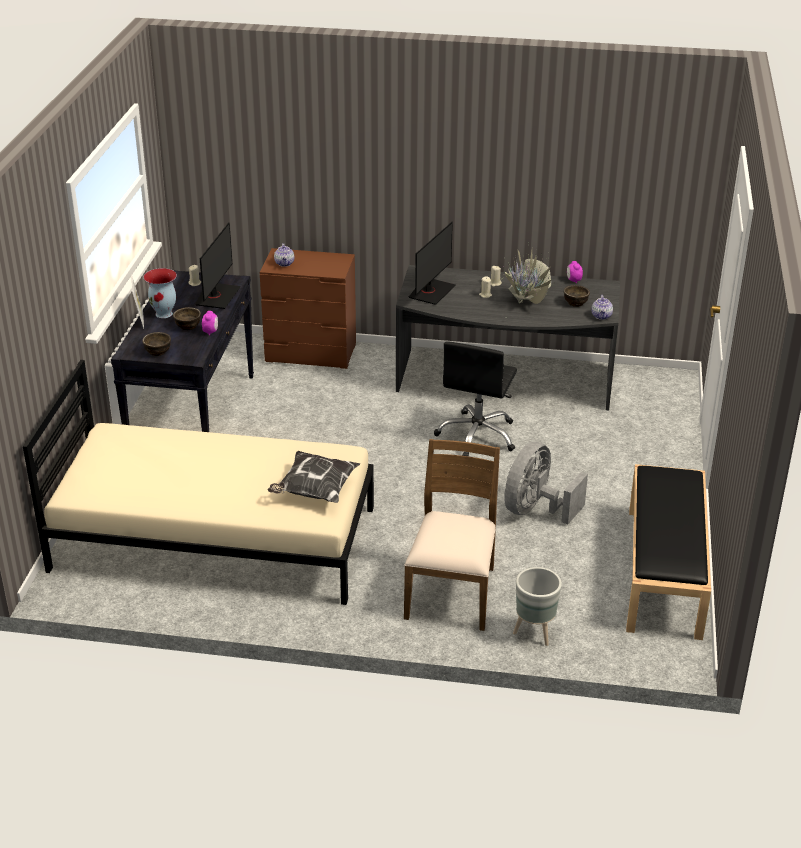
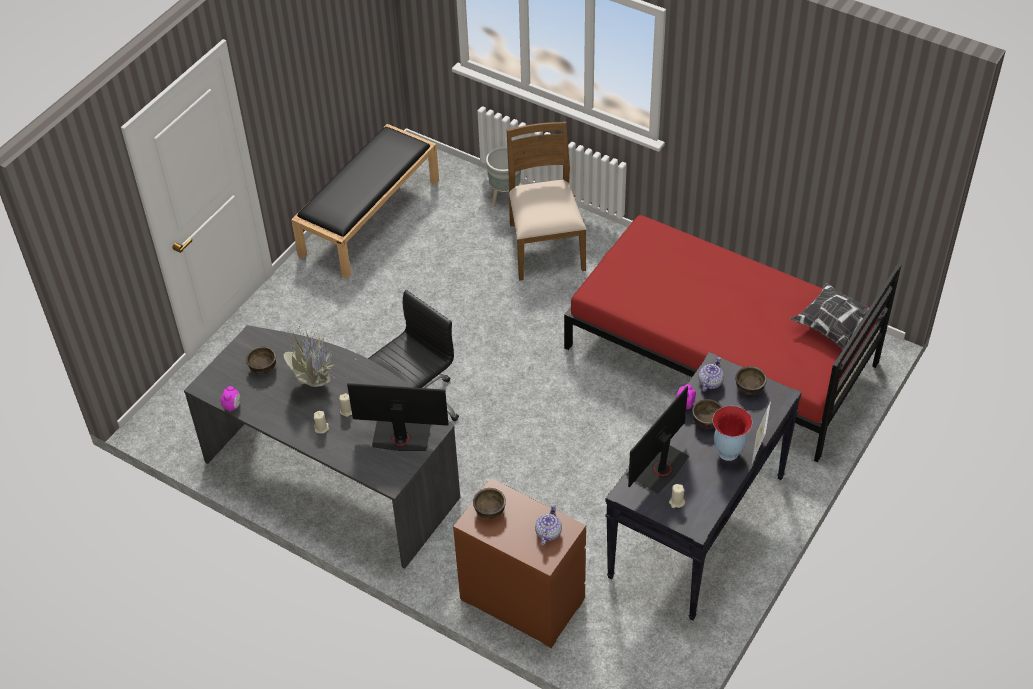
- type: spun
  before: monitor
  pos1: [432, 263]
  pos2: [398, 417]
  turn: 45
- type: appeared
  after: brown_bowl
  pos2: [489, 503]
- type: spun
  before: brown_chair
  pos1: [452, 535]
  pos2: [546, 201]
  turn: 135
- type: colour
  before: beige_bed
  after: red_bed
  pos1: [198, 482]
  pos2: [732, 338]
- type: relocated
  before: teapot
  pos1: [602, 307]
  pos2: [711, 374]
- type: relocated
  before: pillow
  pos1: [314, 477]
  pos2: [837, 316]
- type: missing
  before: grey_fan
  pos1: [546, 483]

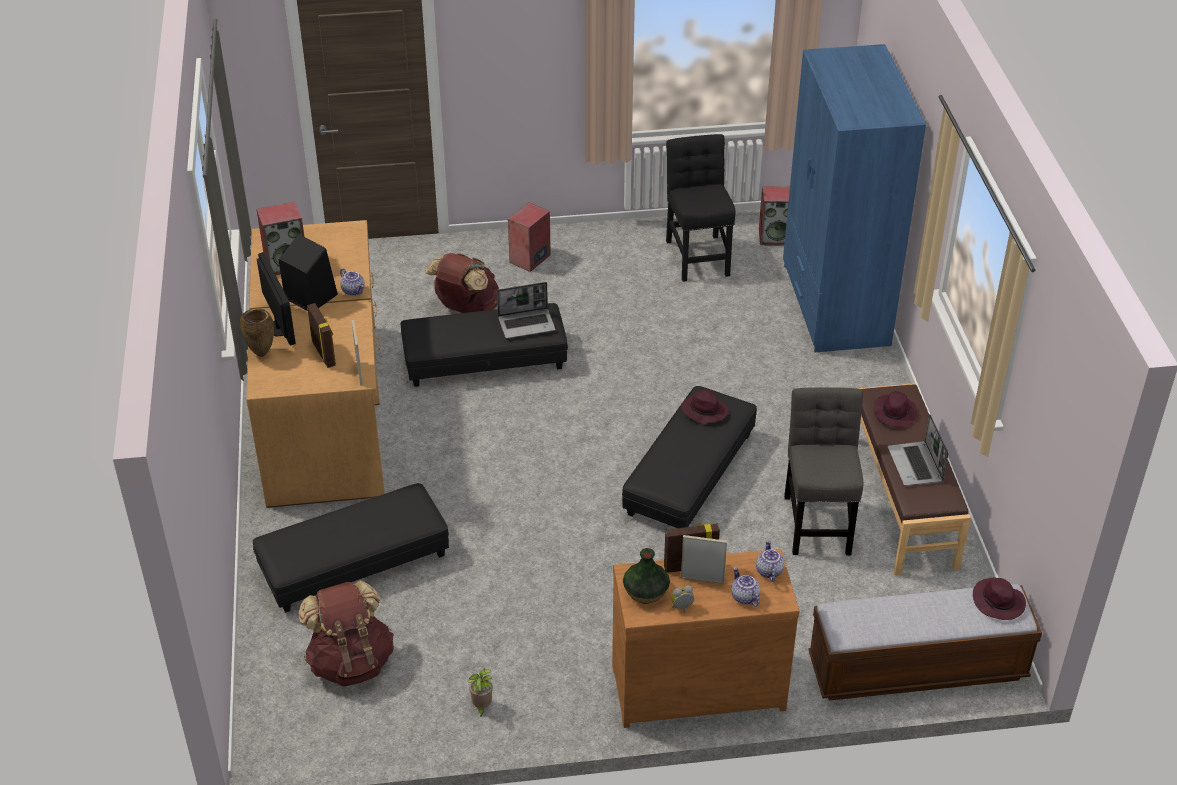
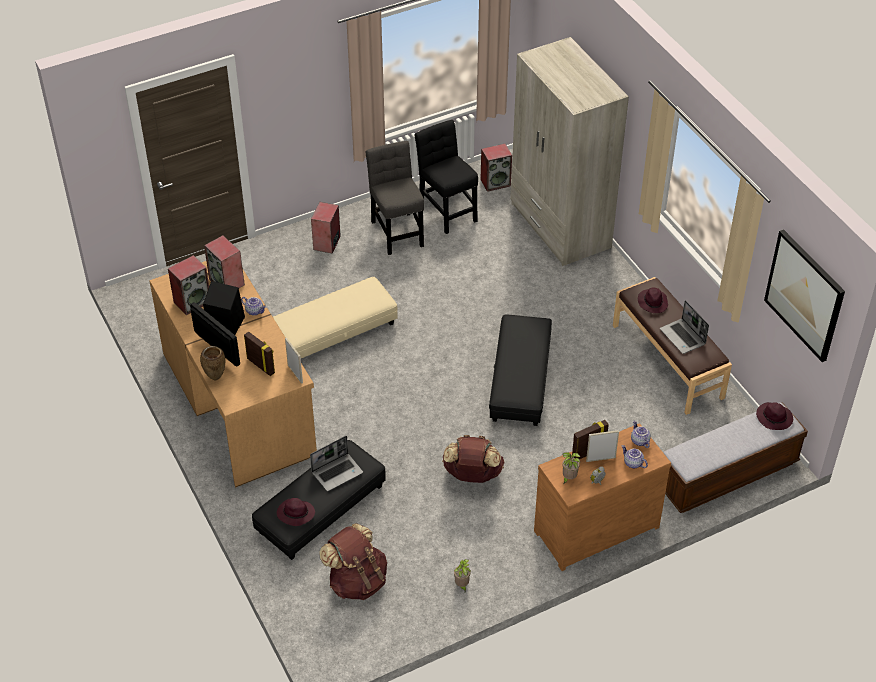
- type: appeared
  after: speaker
  pos2: [224, 261]
- type: colour
  before: black_ottoman
  after: beige_ottoman
  pos1: [484, 345]
  pos2: [335, 317]
- type: relocated
  before: purple_hat
  pos1: [704, 407]
  pos2: [296, 512]
- type: relocated
  before: laptop
  pos1: [526, 310]
  pos2: [336, 463]
- type: relocated
  before: grey_chair
  pos1: [823, 471]
  pos2: [395, 198]
- type: relocated
  before: brown_backpack
  pos1: [462, 283]
  pos2: [473, 459]
- type: colour
  before: blue_wardrobe
  after: beige_wardrobe
  pos1: [854, 198]
  pos2: [569, 151]
- type: exchanged
  before: vase
  after: potted_plant
  pos1: [646, 576]
  pos2: [571, 468]
- type: appeared
  after: picture
  pos2: [804, 295]

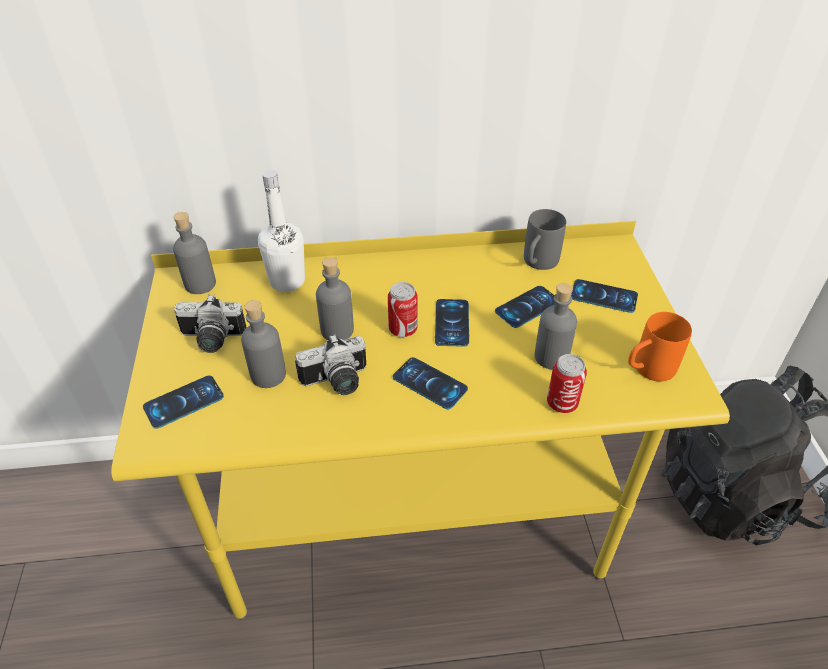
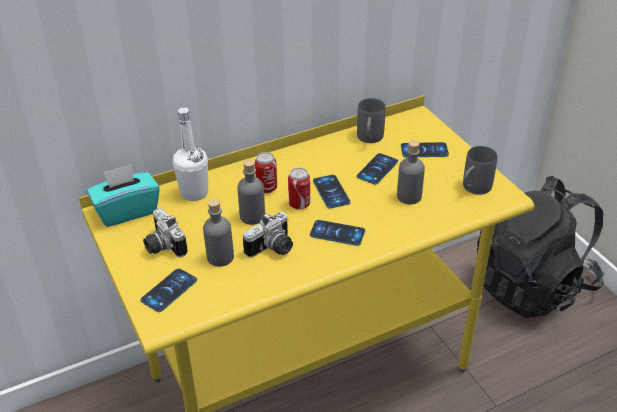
- type: exchanged
  before: grey_bottle
  after: turquoise_tissue_box
  pos1: [194, 253]
  pos2: [123, 195]
- type: spun
  before: photo_camera
  pos1: [210, 323]
  pos2: [165, 232]
  turn: 75
- type: relocated
  before: can
  pos1: [567, 383]
  pos2: [266, 172]
- type: colour
  before: orange_mug
  after: grey_mug
  pos1: [660, 347]
  pos2: [480, 170]

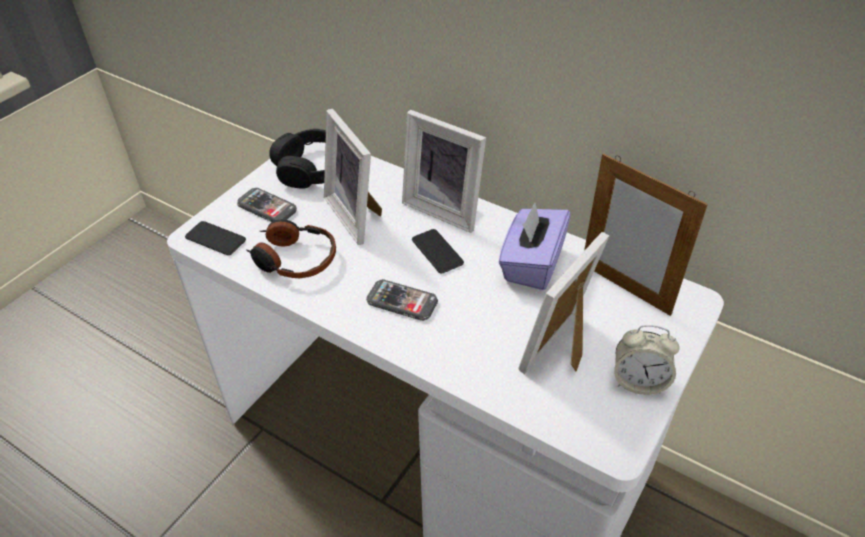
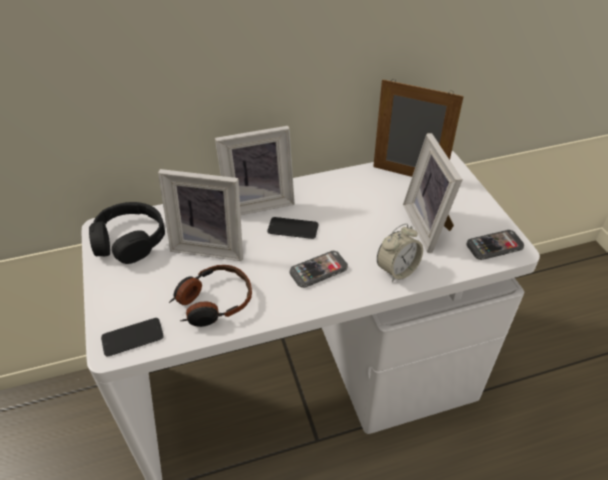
- type: spun
  before: picture_frame
  pos1: [646, 235]
  pos2: [418, 128]
  turn: -150
- type: relocated
  before: alarm_clock
  pos1: [646, 360]
  pos2: [400, 252]
- type: relocated
  before: phone
  pos1: [267, 205]
  pos2: [495, 245]
- type: missing
  before: purple_tissue_box
  pos1: [535, 246]

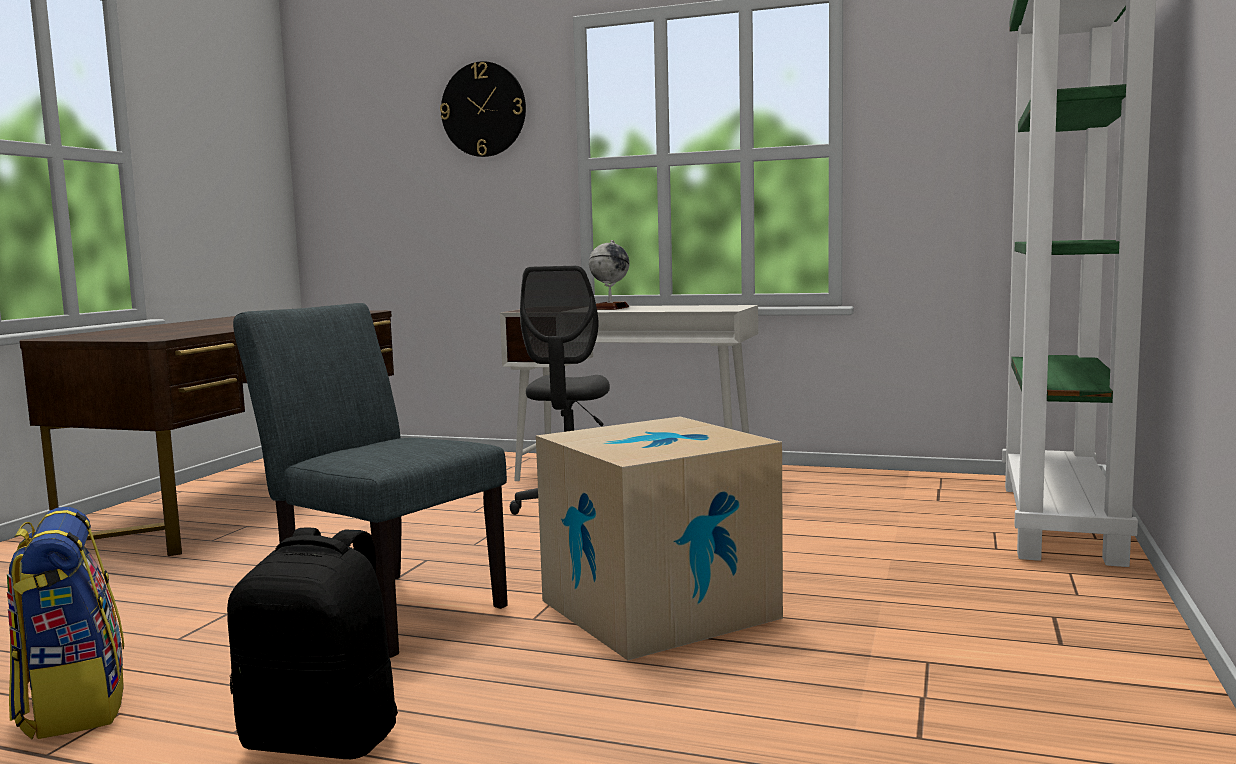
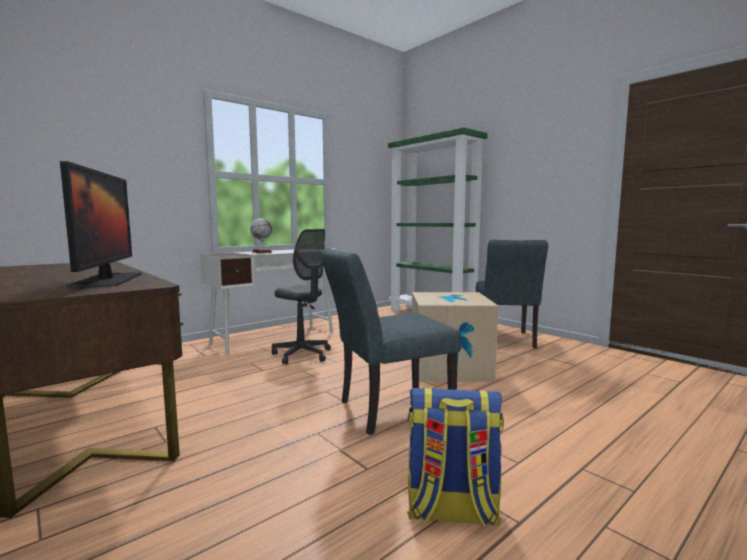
- type: appeared
  after: monitor
  pos2: [101, 224]
- type: appeared
  after: grey_chair
  pos2: [512, 294]
- type: missing
  before: black_backpack
  pos1: [312, 643]
- type: missing
  before: wall_clock
  pos1: [483, 109]

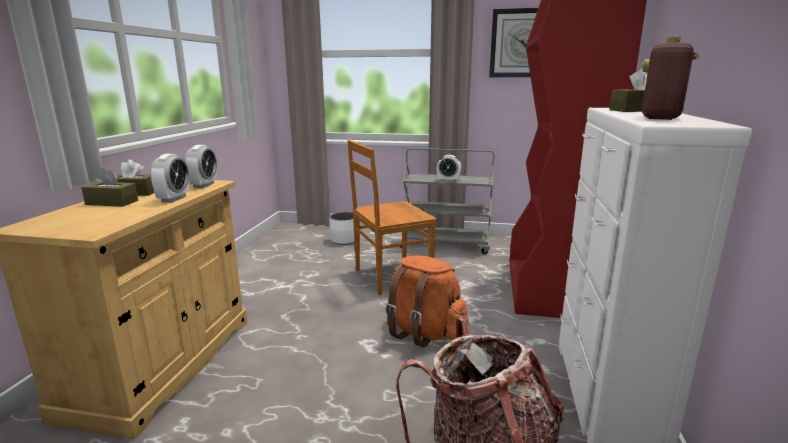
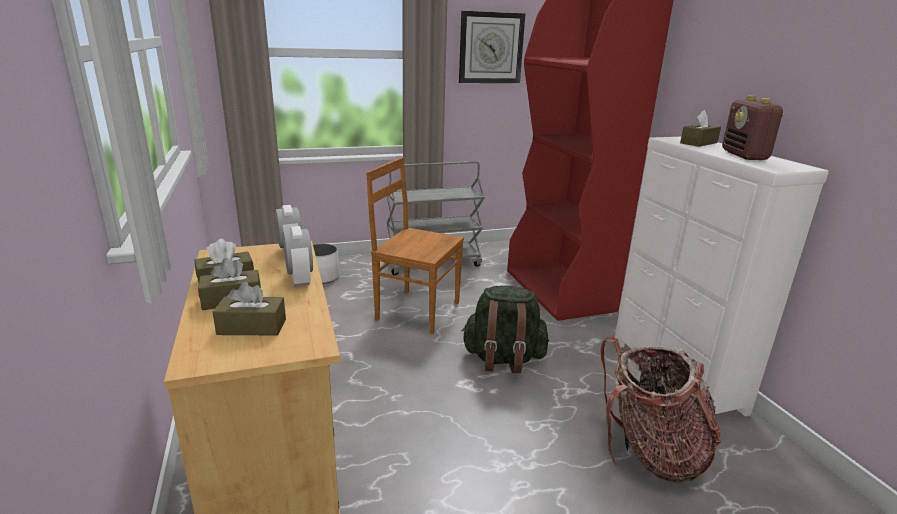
- type: appeared
  after: brown_tissue_box
  pos2: [249, 308]
- type: spun
  before: brown_chair
  pos1: [392, 217]
  pos2: [415, 245]
  turn: 75
- type: colour
  before: orange_backpack
  after: green_backpack
  pos1: [426, 301]
  pos2: [505, 329]
- type: missing
  before: alarm_clock
  pos1: [449, 168]

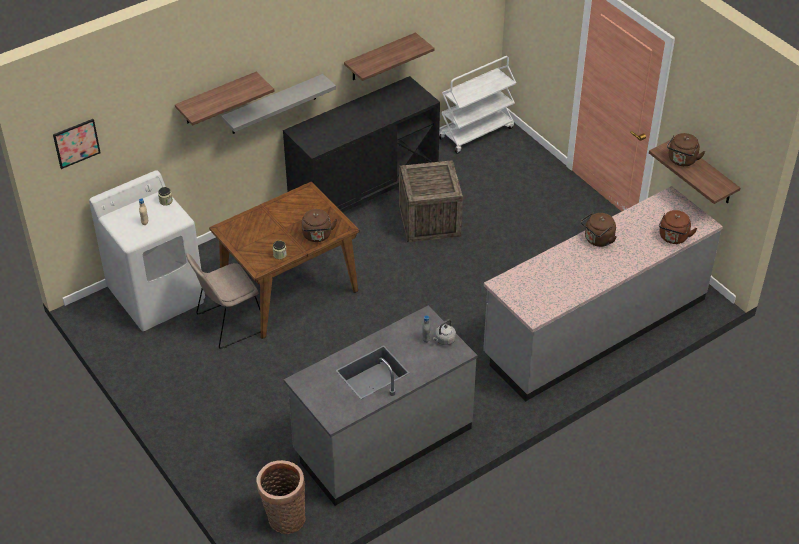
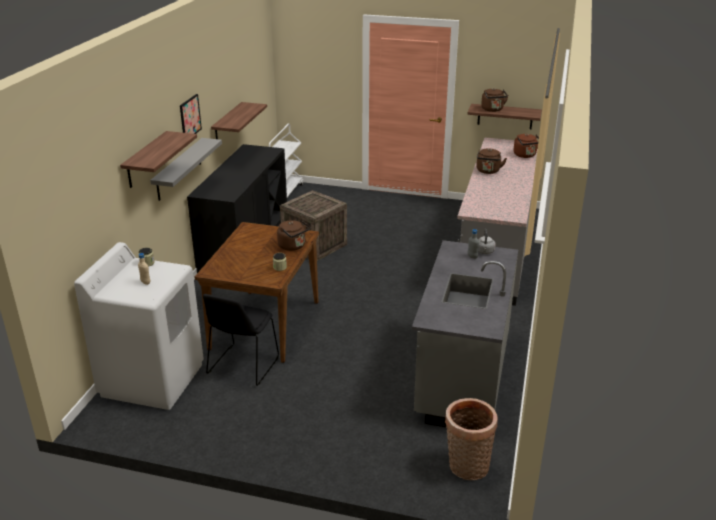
- type: relocated
  before: picture
  pos1: [77, 144]
  pos2: [191, 114]
- type: colour
  before: beige_chair
  after: black_chair
  pos1: [223, 301]
  pos2: [241, 340]

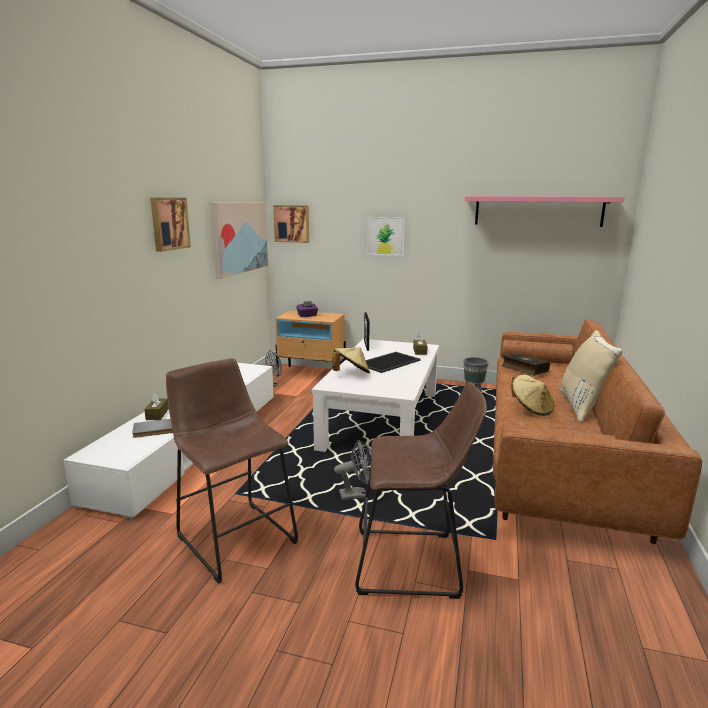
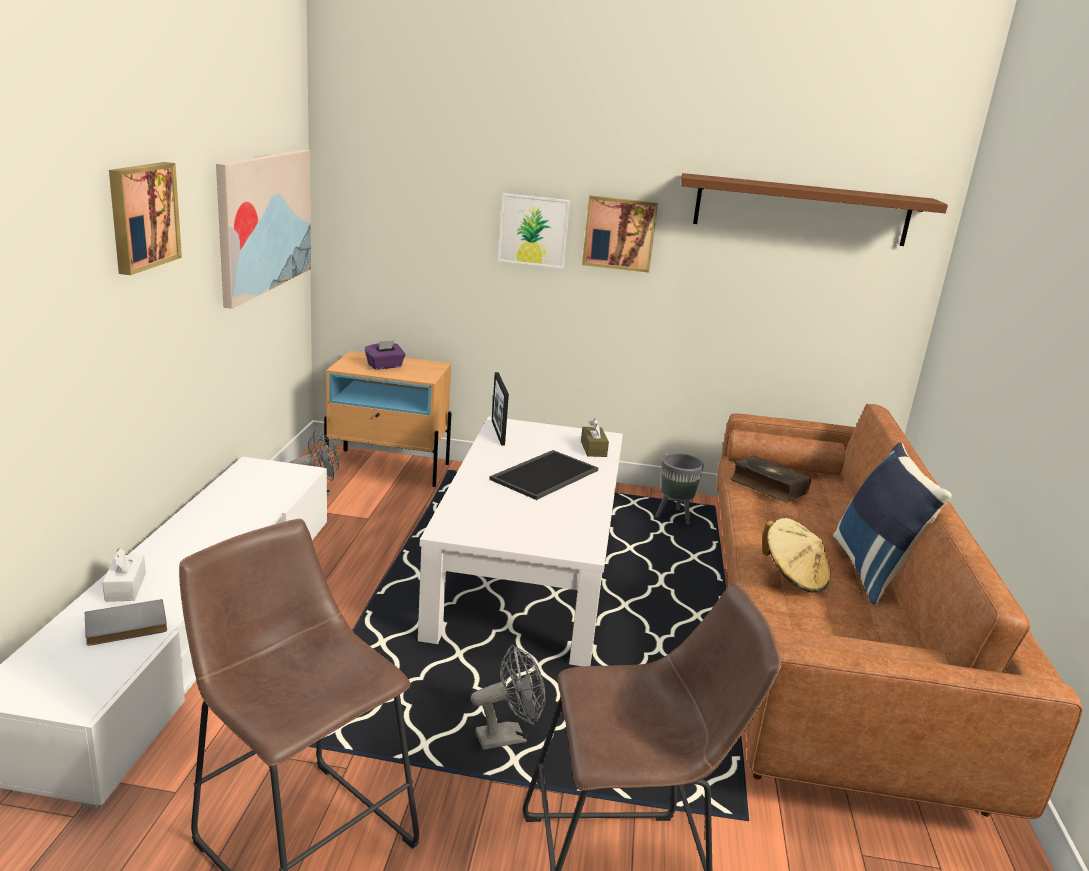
- type: colour
  before: brown_tissue_box
  after: white_tissue_box
  pos1: [156, 406]
  pos2: [124, 575]
- type: relocated
  before: picture
  pos1: [291, 224]
  pos2: [620, 234]
- type: colour
  before: pink_shelf
  after: brown_shelf
  pos1: [545, 211]
  pos2: [814, 209]
- type: colour
  before: beige_pillow
  after: blue_pillow
  pos1: [591, 376]
  pos2: [892, 524]
- type: missing
  before: beige_hat
  pos1: [351, 360]

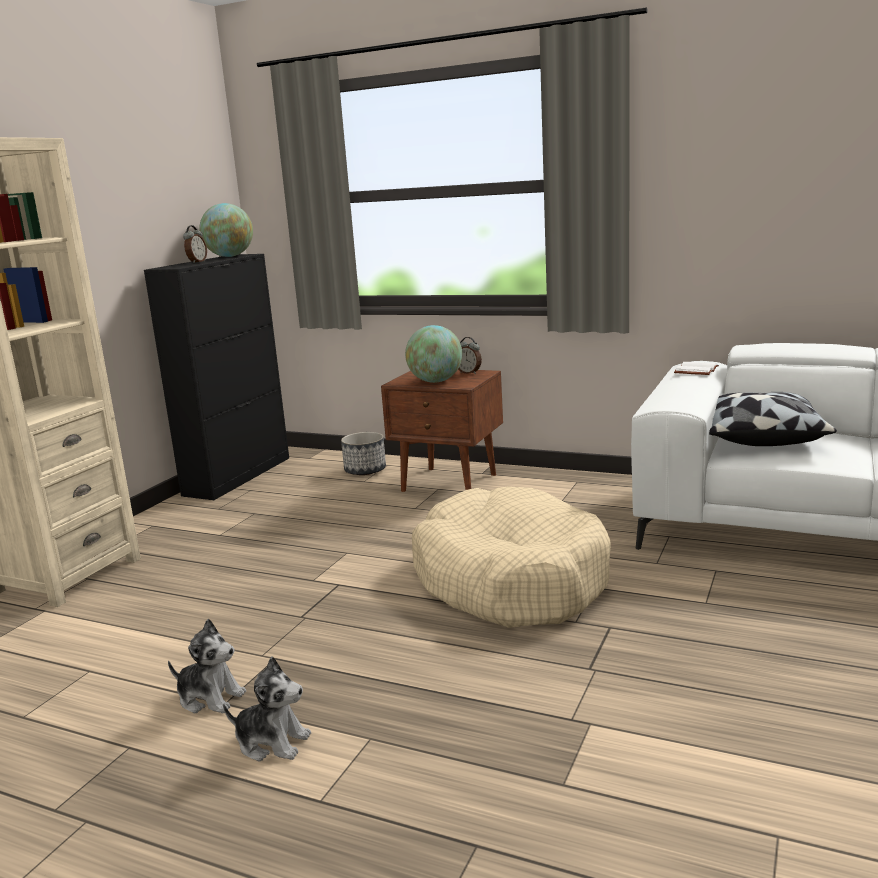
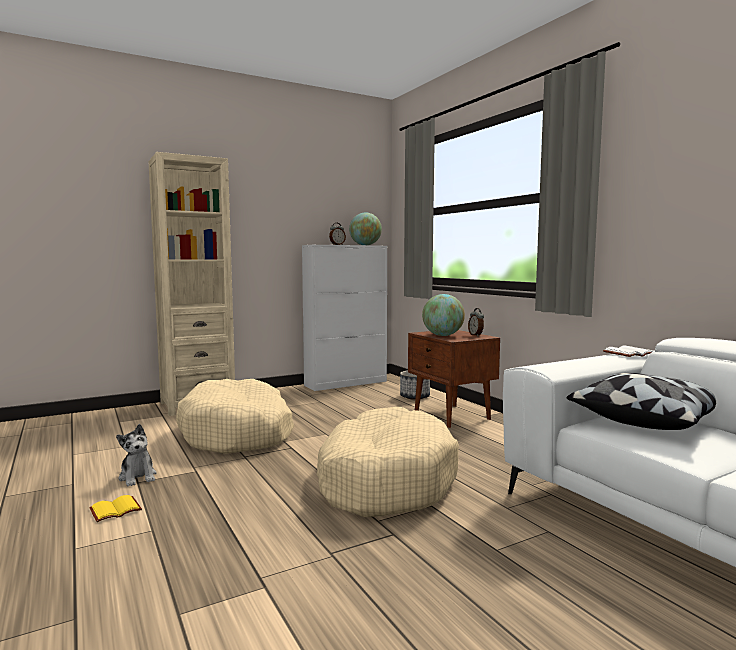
- type: exchanged
  before: plush_toy
  after: yellow_book
  pos1: [267, 709]
  pos2: [115, 508]
- type: appeared
  after: beige_dog_bed
  pos2: [235, 416]
- type: colour
  before: black_cabinet
  after: white_cabinet
  pos1: [216, 377]
  pos2: [344, 318]

